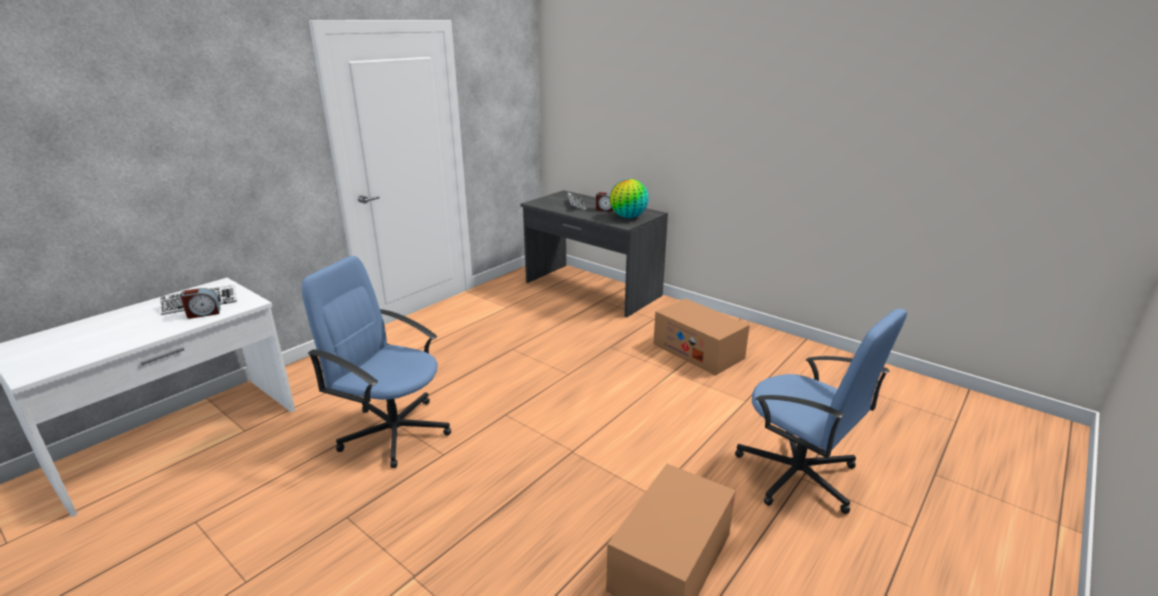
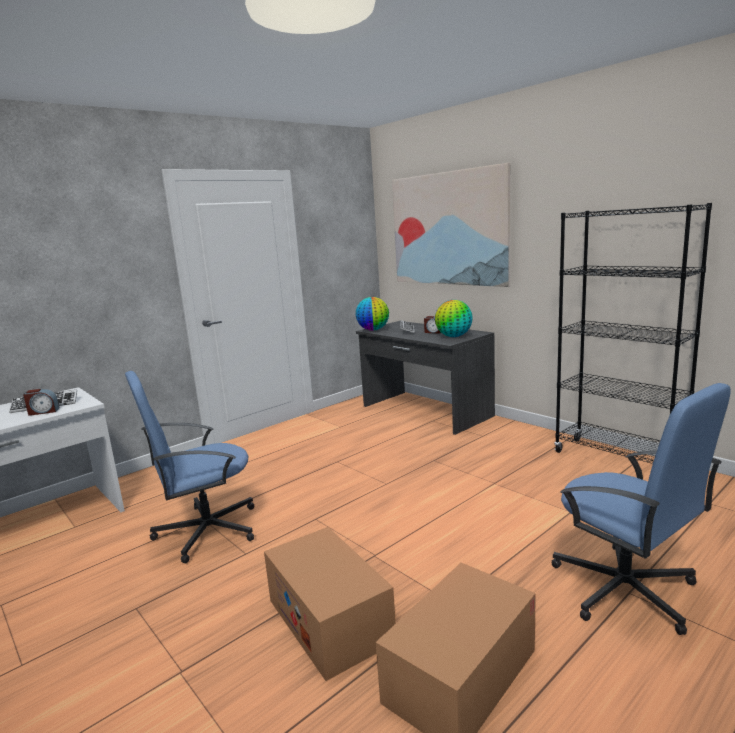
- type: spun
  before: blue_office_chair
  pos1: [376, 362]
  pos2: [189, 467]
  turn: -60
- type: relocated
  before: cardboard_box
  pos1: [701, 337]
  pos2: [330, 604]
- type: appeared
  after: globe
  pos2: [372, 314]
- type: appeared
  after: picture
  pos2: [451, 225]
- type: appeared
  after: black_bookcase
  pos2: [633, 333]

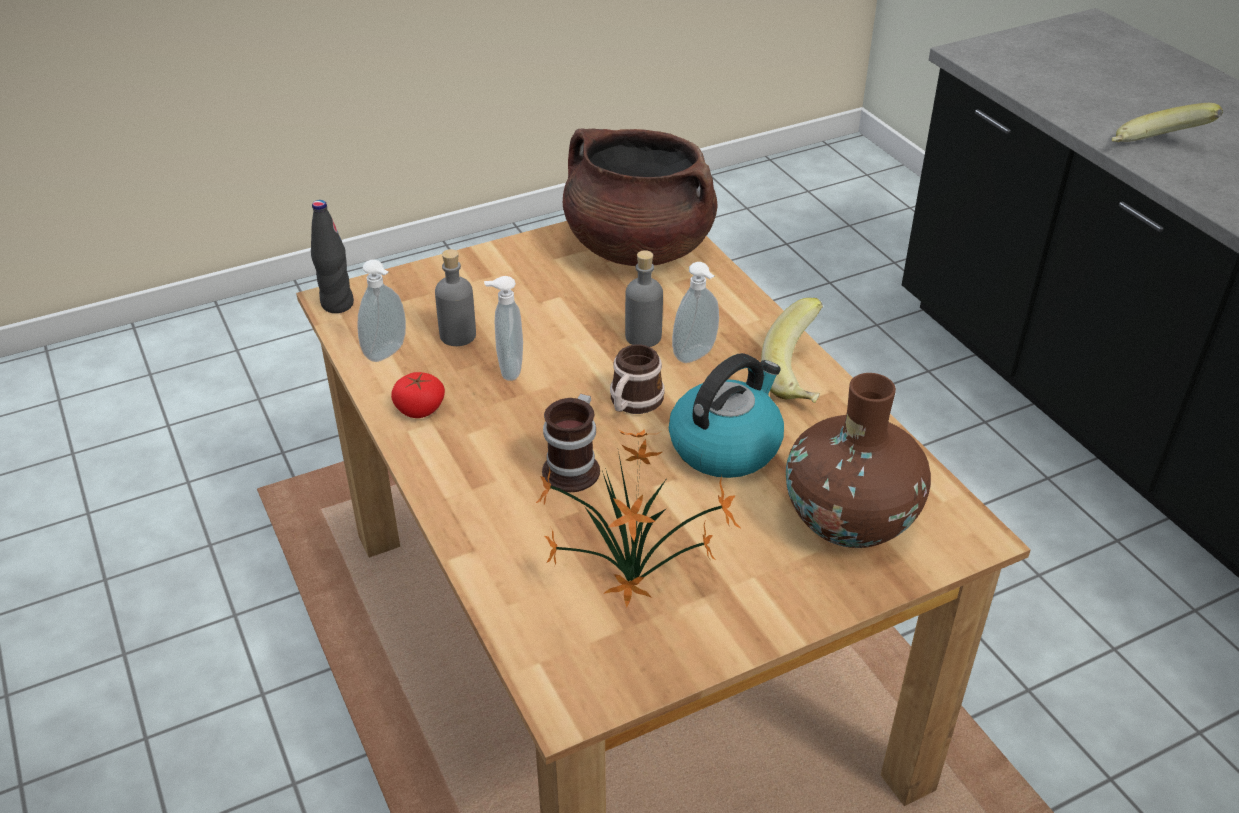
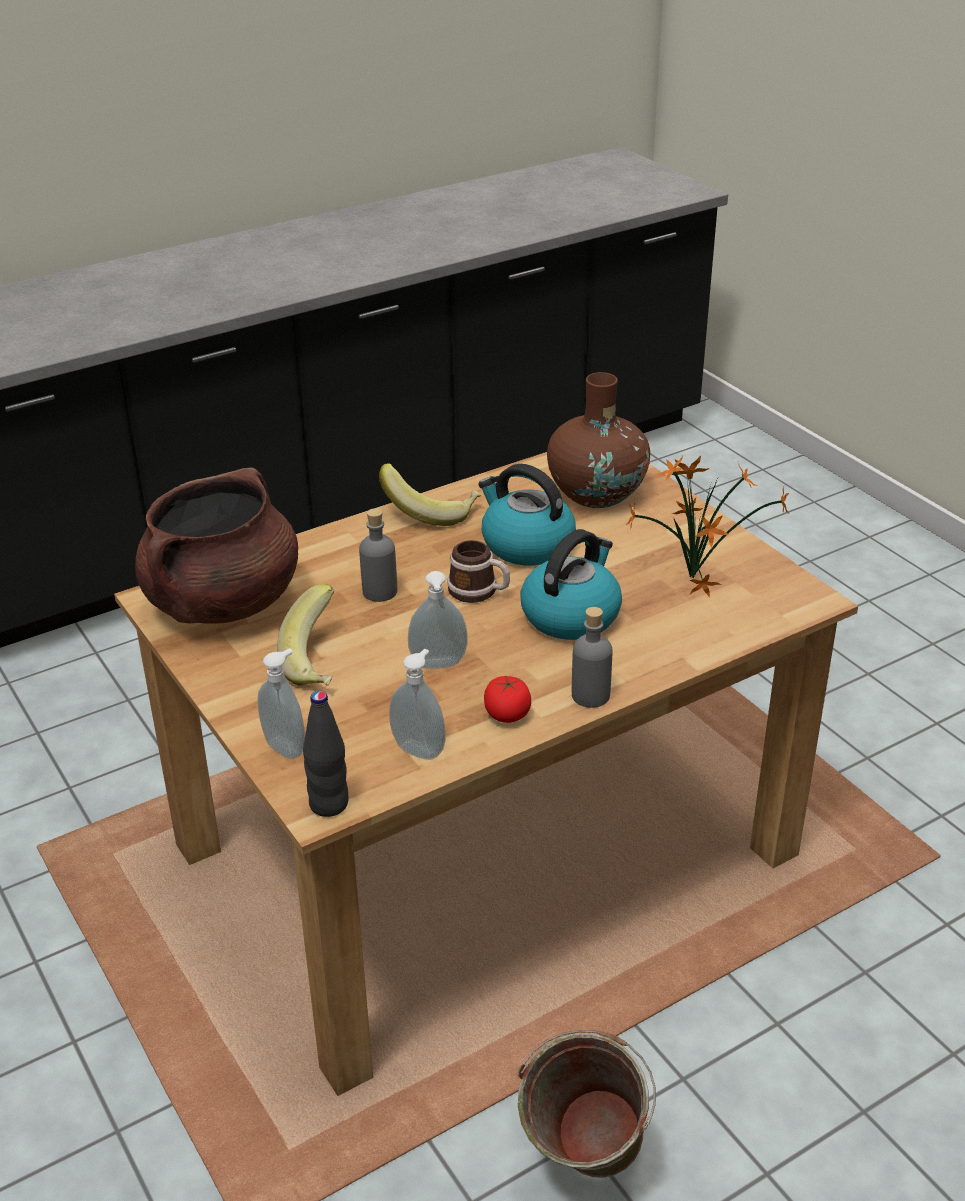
- type: relocated
  before: soap_dispenser
  pos1: [695, 312]
  pos2: [281, 703]
- type: relocated
  before: banana
  pos1: [1167, 122]
  pos2: [305, 635]
- type: appeared
  after: green_bucket
  pos2: [587, 1104]
- type: exchanged
  before: mug
  after: kettle
  pos1: [571, 443]
  pos2: [571, 584]
- type: relocated
  before: grey_bottle
  pos1: [455, 297]
  pos2: [592, 657]

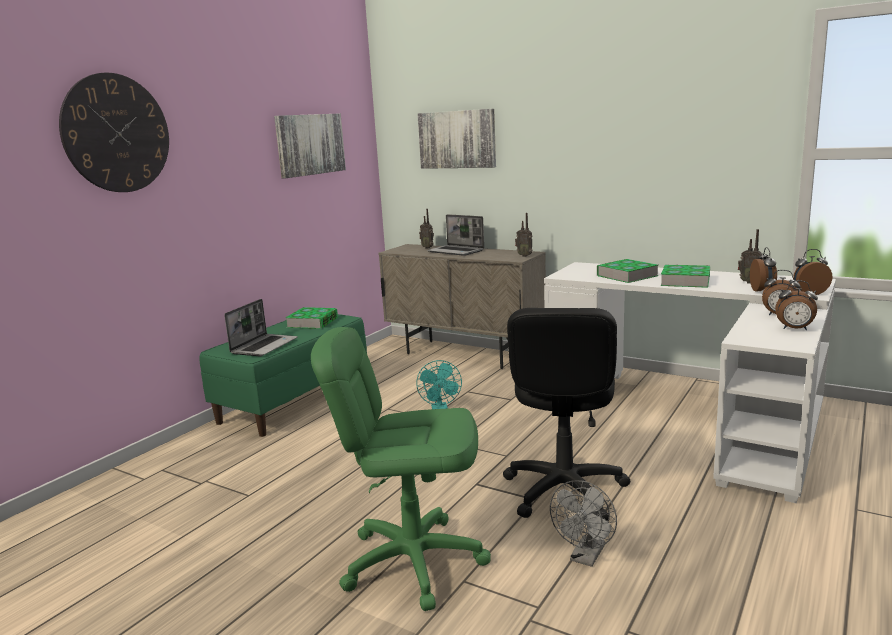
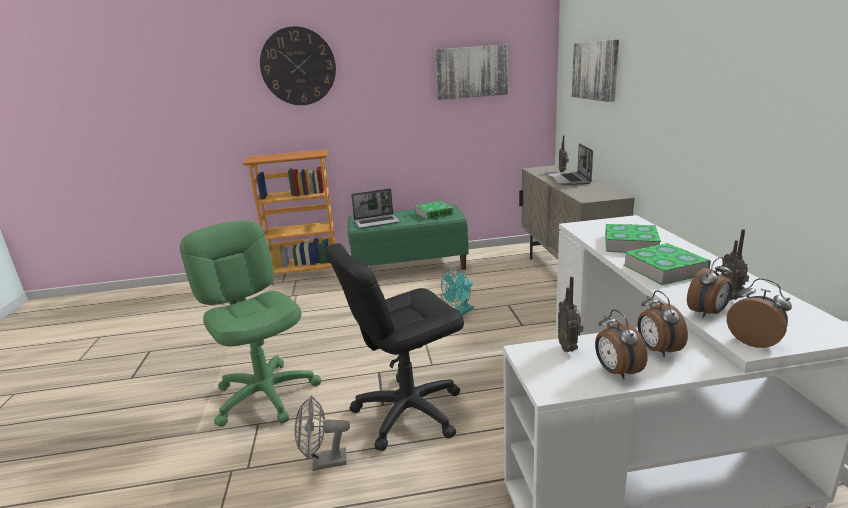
- type: appeared
  after: bookcase
  pos2: [289, 217]
- type: relocated
  before: radio
  pos1: [524, 235]
  pos2: [570, 314]

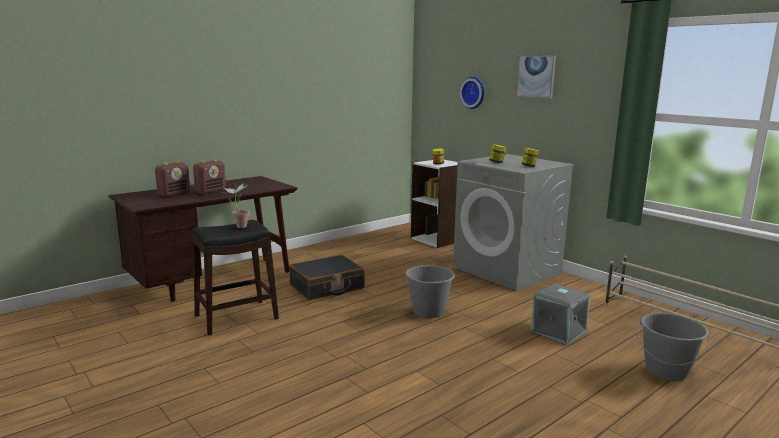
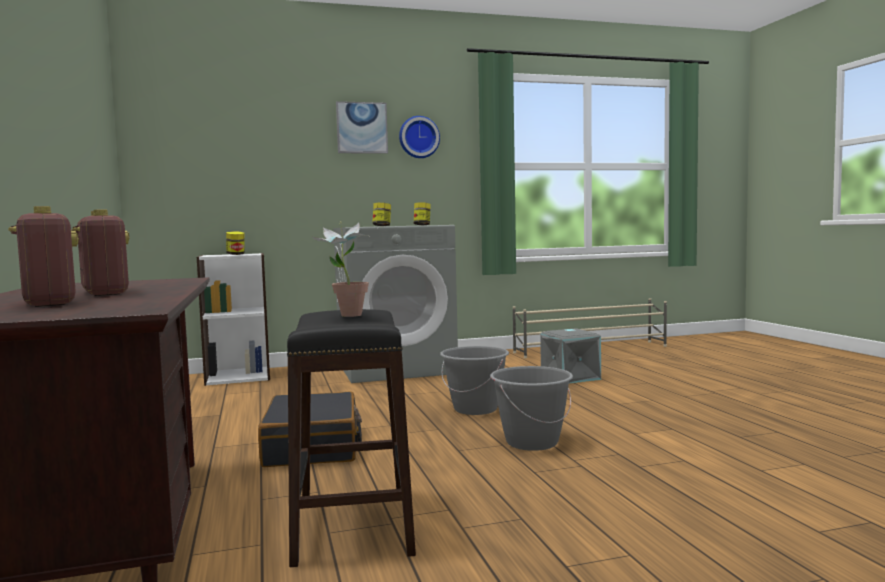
- type: relocated
  before: wall_clock
  pos1: [472, 93]
  pos2: [419, 137]
- type: relocated
  before: grey_bucket
  pos1: [674, 347]
  pos2: [531, 408]

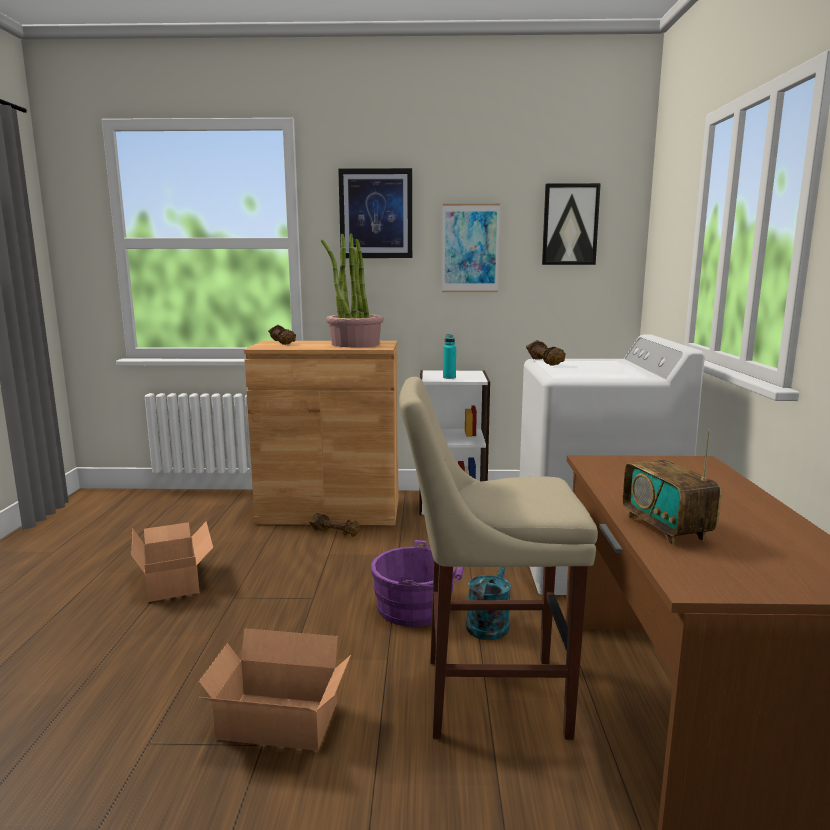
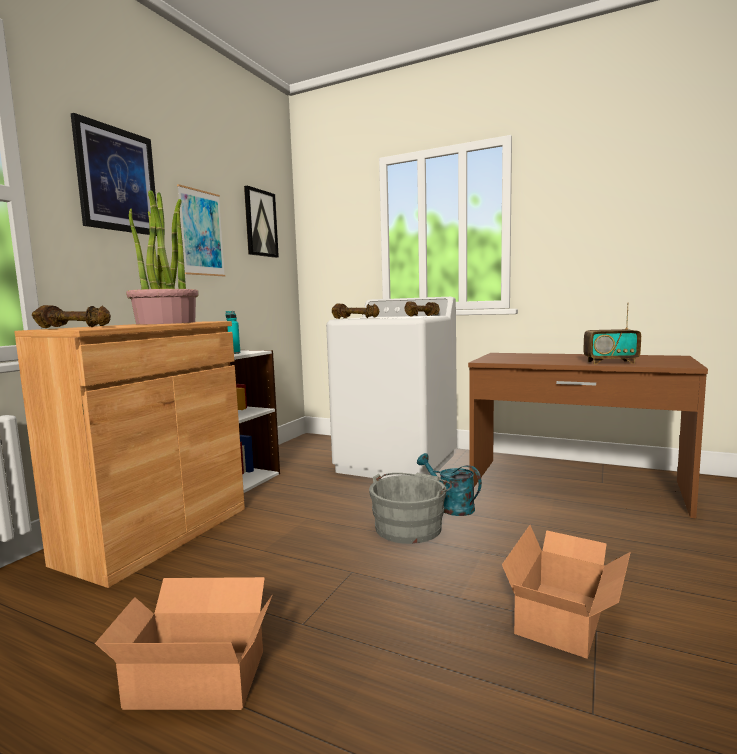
- type: colour
  before: purple_bucket
  after: grey_bucket
  pos1: [417, 583]
  pos2: [410, 508]
- type: relocated
  before: brown_dumbbell
  pos1: [334, 525]
  pos2: [422, 308]
- type: missing
  before: beige_stool
  pos1: [498, 558]

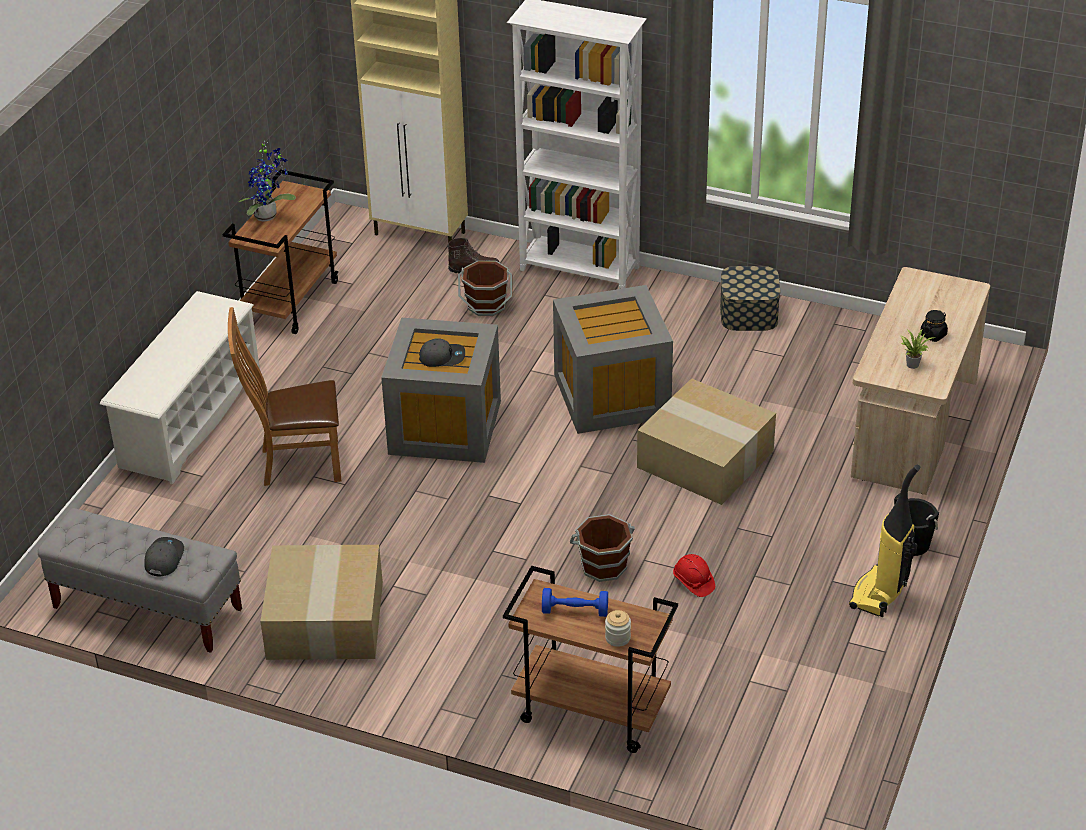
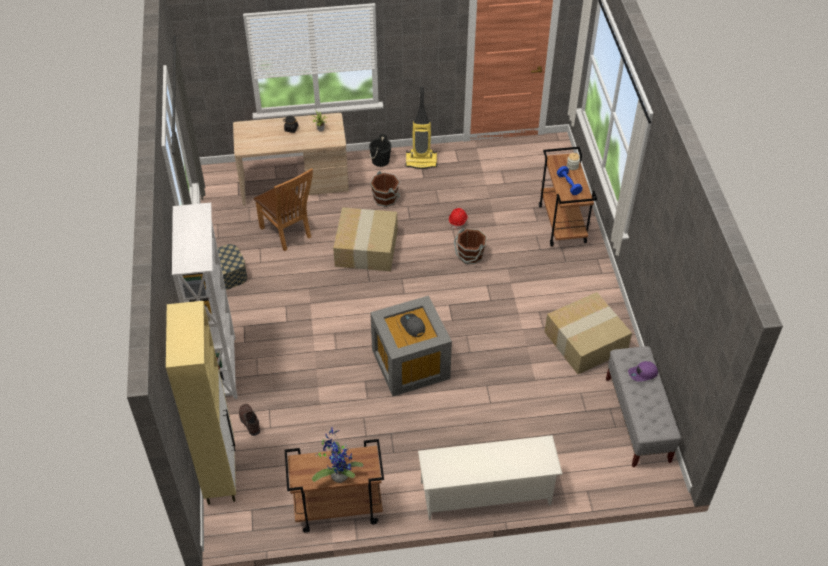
- type: relocated
  before: brown_chair
  pos1: [284, 396]
  pos2: [283, 209]
- type: relocated
  before: brown_bucket
  pos1: [485, 288]
  pos2: [385, 189]
- type: colour
  before: grey_cap
  after: purple_cap
  pos1: [164, 556]
  pos2: [643, 371]
- type: missing
  before: grey_storage_box
  pos1: [613, 359]

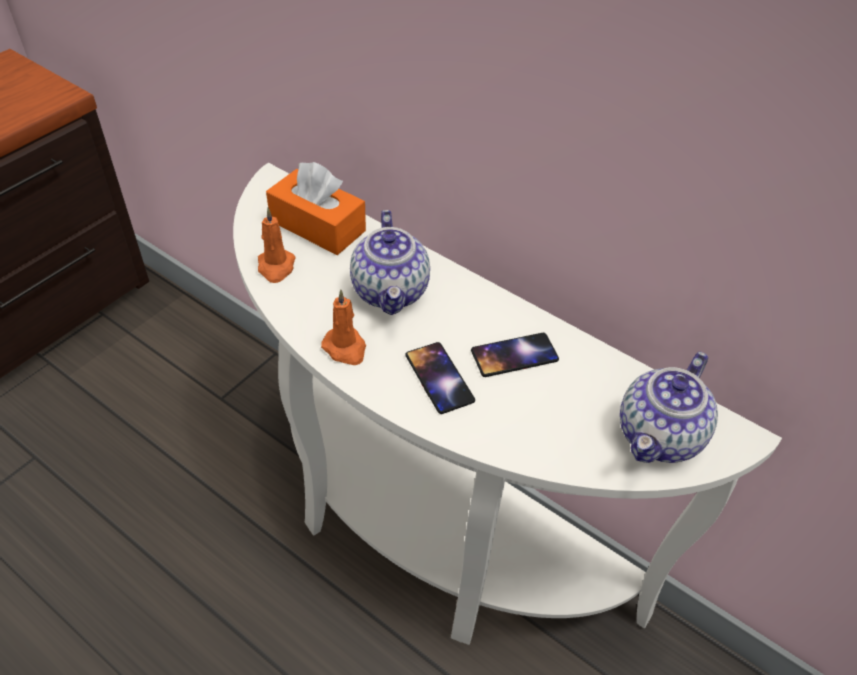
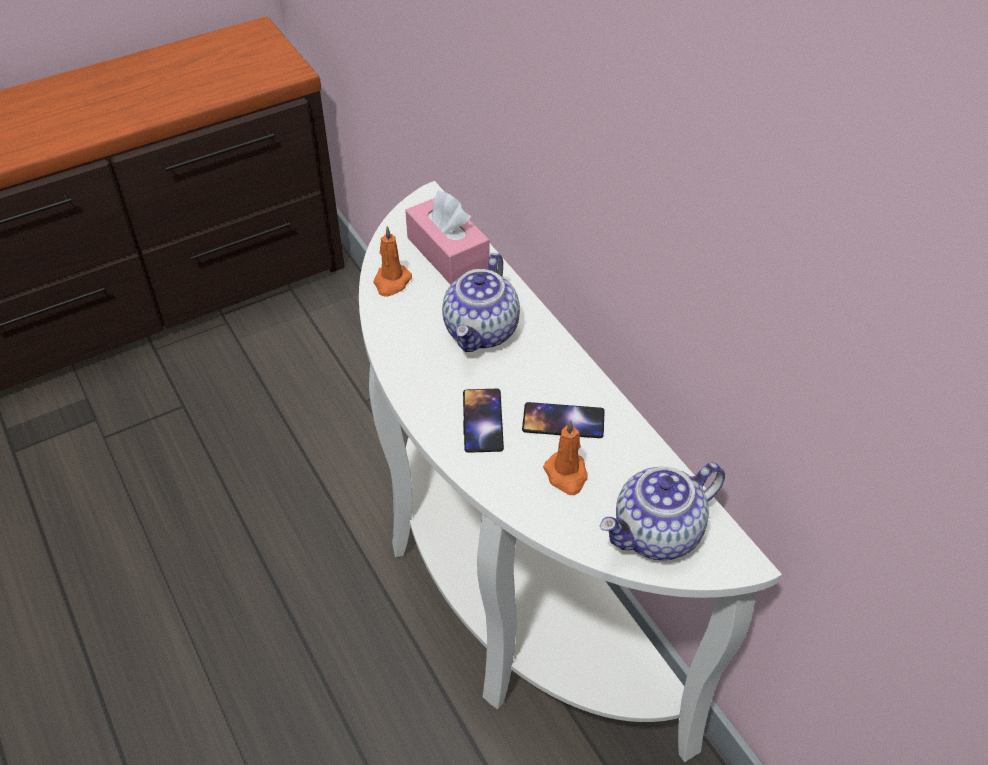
- type: colour
  before: orange_tissue_box
  after: pink_tissue_box
  pos1: [316, 208]
  pos2: [447, 237]
- type: relocated
  before: orange_candle
  pos1: [343, 327]
  pos2: [565, 457]

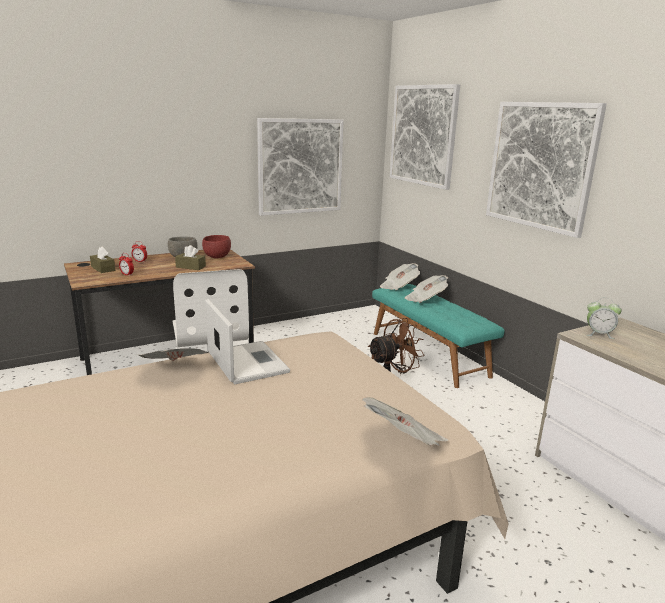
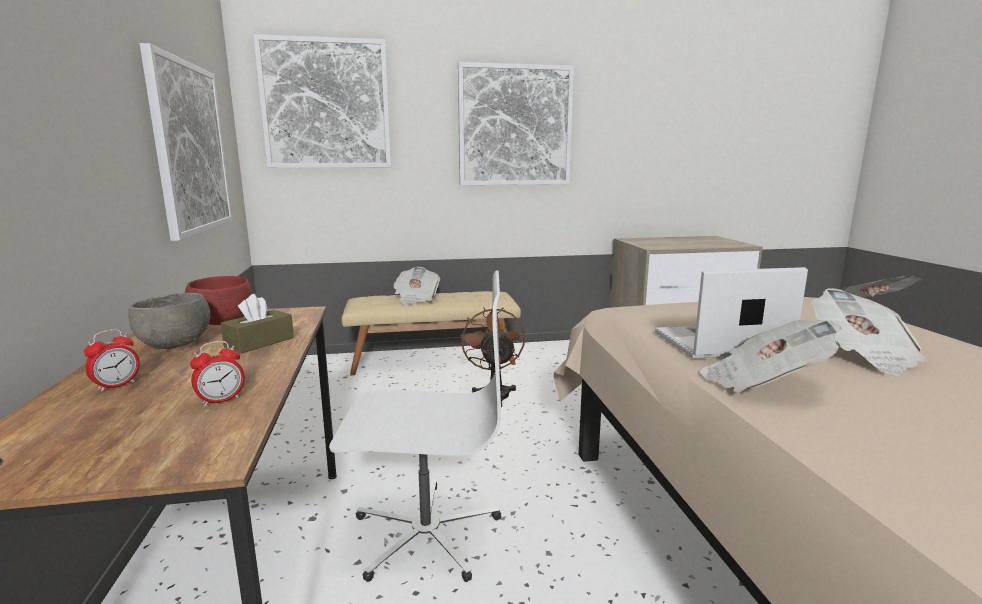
- type: colour
  before: turquoise_bench
  after: beige_bench
  pos1: [438, 336]
  pos2: [431, 333]
- type: relocated
  before: newspaper
  pos1: [400, 276]
  pos2: [869, 332]
- type: missing
  before: brown_tissue_box
  pos1: [102, 259]
- type: missing
  before: alarm_clock
  pos1: [604, 318]

